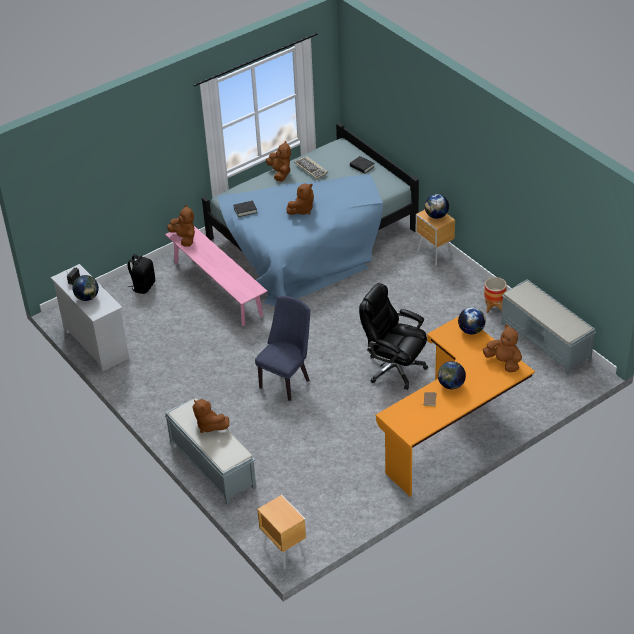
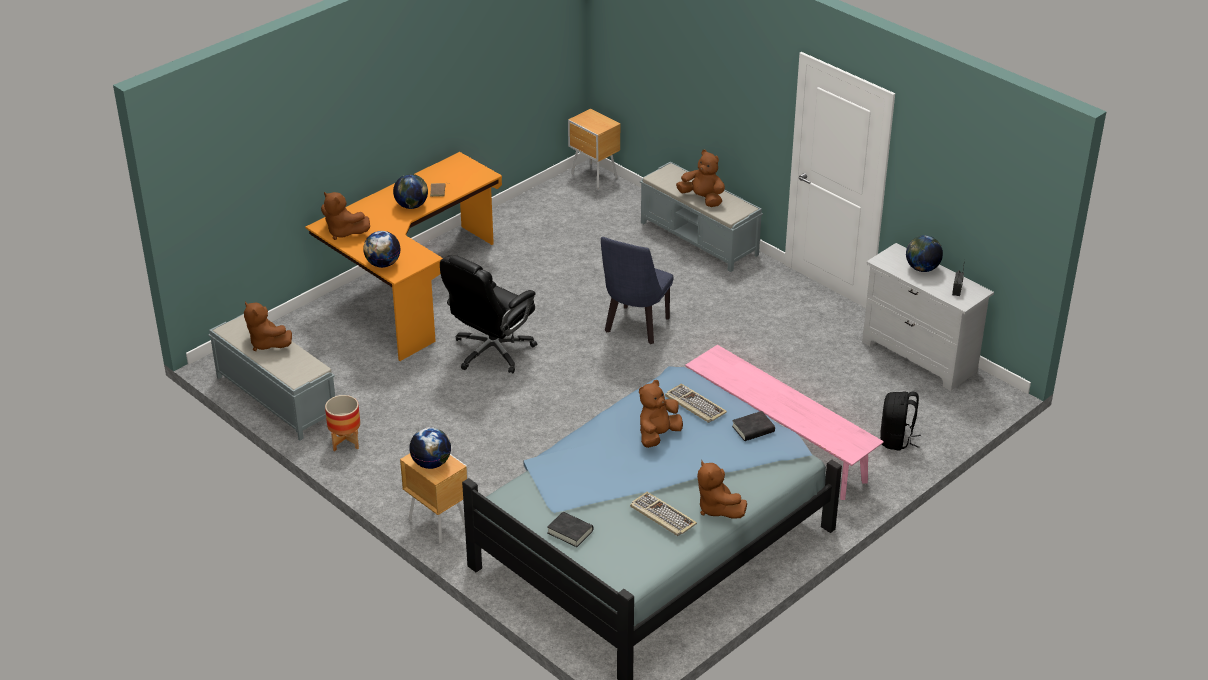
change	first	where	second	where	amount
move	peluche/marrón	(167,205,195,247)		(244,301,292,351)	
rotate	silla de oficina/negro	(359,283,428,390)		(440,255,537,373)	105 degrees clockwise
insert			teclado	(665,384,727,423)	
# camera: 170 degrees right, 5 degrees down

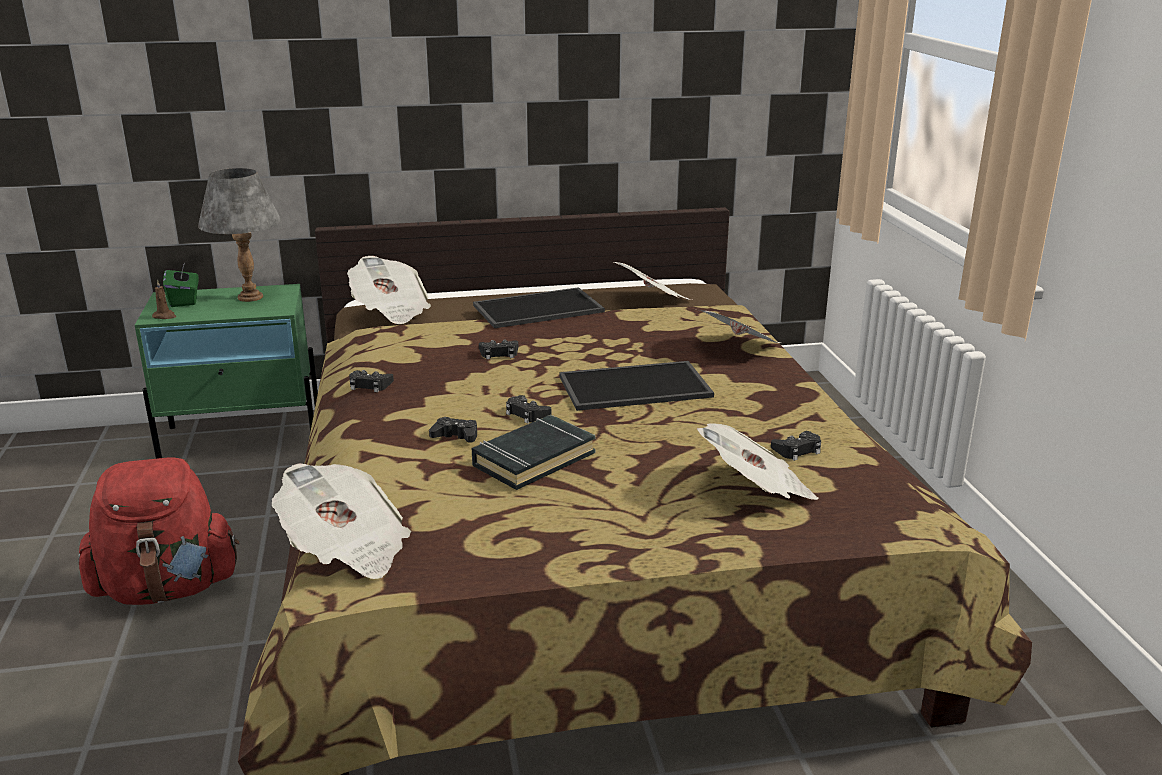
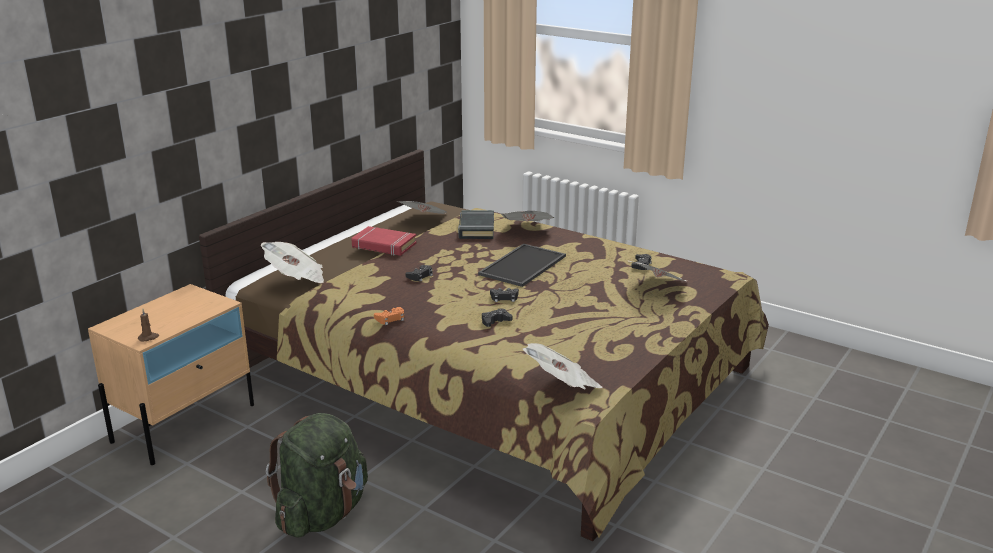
change	first	where	second	where	amount
recolor	mesita de noche/verde	(135,284,318,459)	mesita de noche/beis	(88,284,254,465)	
recolor	mochila/rojo	(78,458,240,605)	mochila/verde	(266,413,368,538)	
replace	bandeja	(473,287,605,328)	libro/rojo	(351,226,417,256)	
recolor	mando de consola/negro	(349,370,394,392)	mando de consola/naranja	(374,307,404,325)	
move	libro/negro	(472,415,596,490)		(458,210,494,239)	
delete	caja de pañuelos/verde	(163,262,198,307)			
delete	lámpara de mesa/gris	(198,168,281,302)			
# camera: 45 degrees left, 0 degrees up

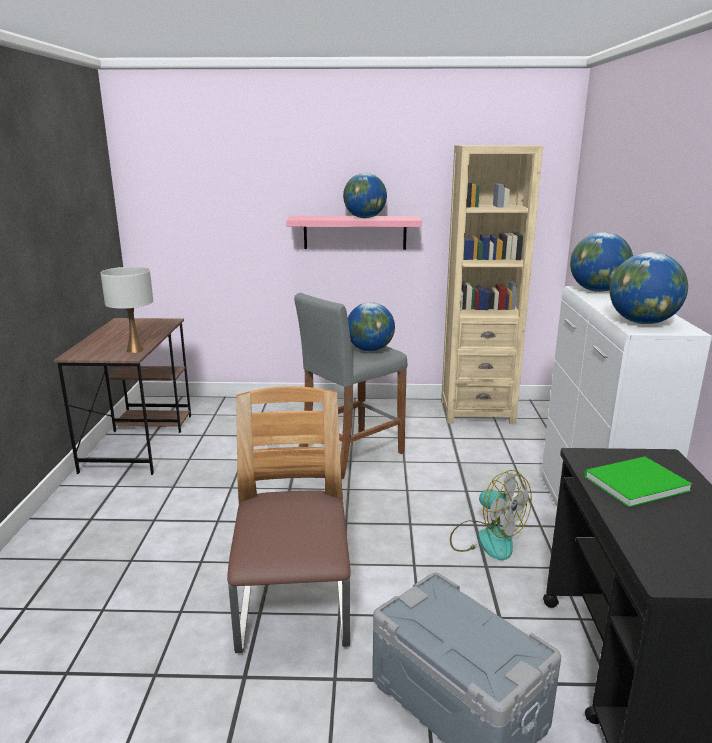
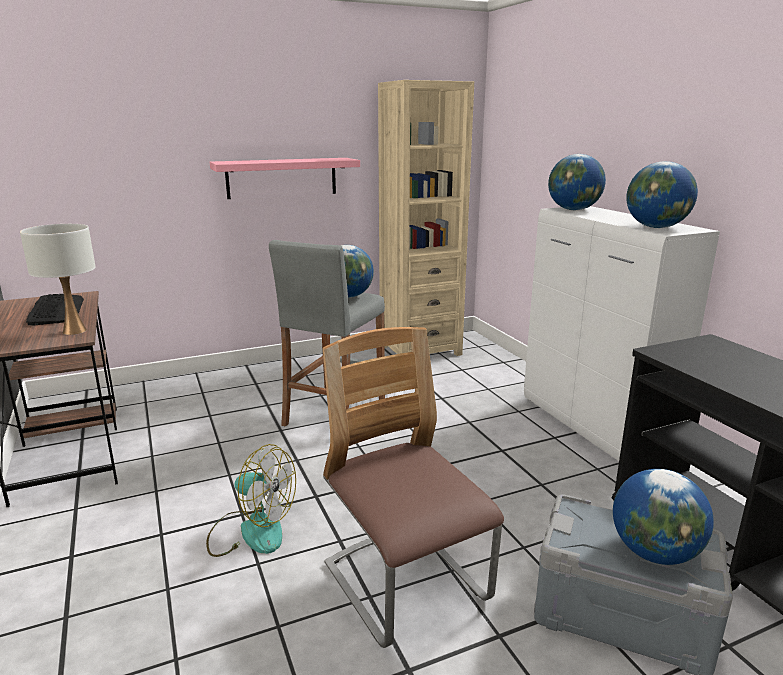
change	first	where	second	where	amount
insert			teclado	(26,294,84,326)	
move	ventilador	(450,470,532,560)		(206,444,296,557)	
move	globo terráqueo	(343,173,387,218)		(613,469,714,565)	
delete	libro/verde	(584,457,692,507)			
# camera: 25 degrees left, 0 degrees up

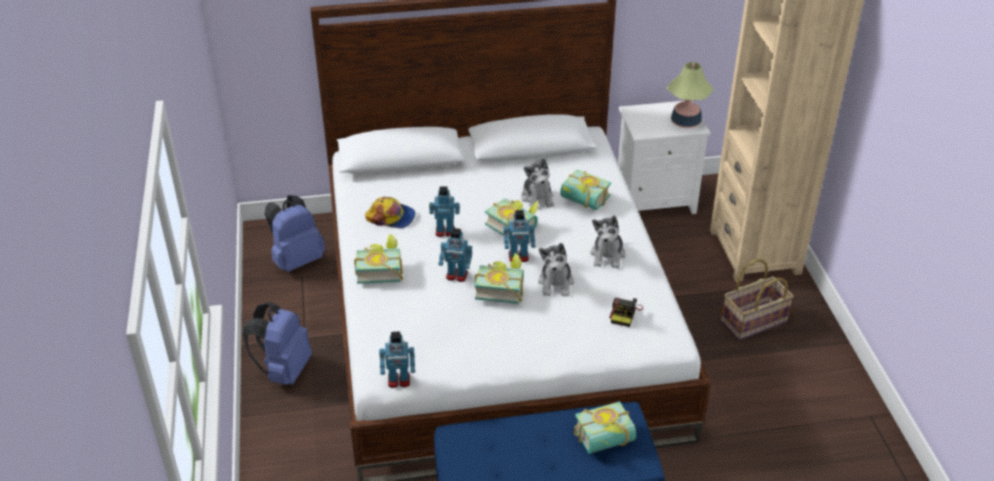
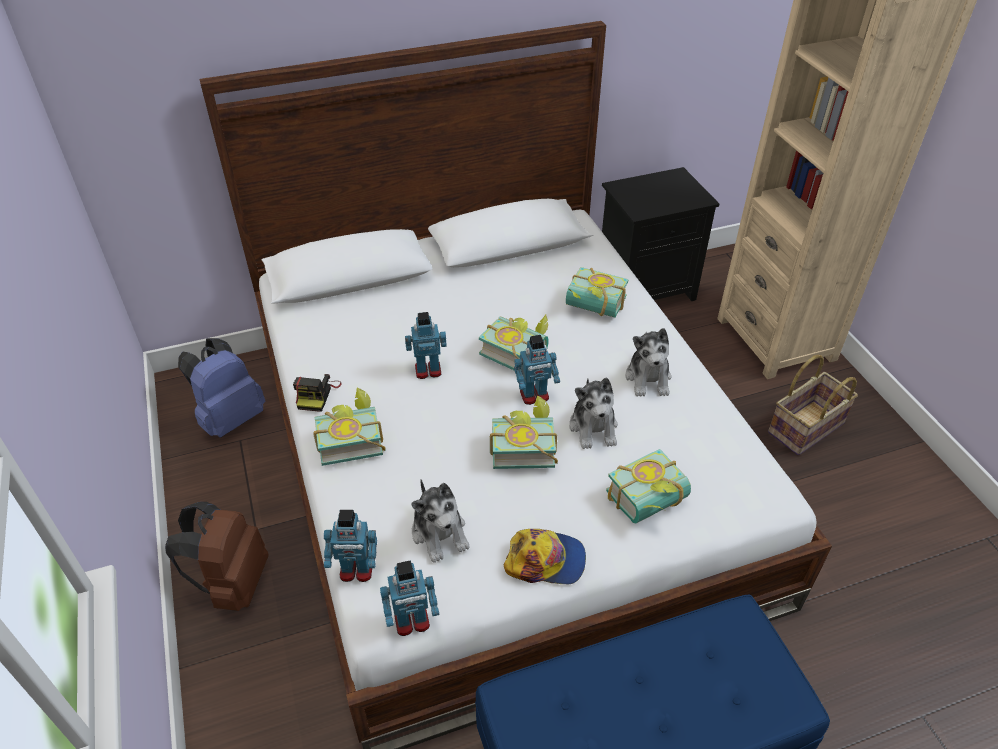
change	first	where	second	where	amount
recolor	mochila/azul	(242,302,312,385)	mochila/marrón	(165,502,268,611)	
move	cámara	(609,298,643,327)		(293,374,342,412)	
move	robot de juguete	(439,228,472,282)		(324,510,377,582)	
move	peluche	(521,158,554,210)		(411,479,470,563)	
move	gorra	(365,197,415,229)		(504,529,586,585)	
recolor	mesita de noche/blanco	(618,101,710,214)	mesita de noche/negro	(602,167,720,301)	
move	libro	(574,401,636,454)		(606,449,691,523)	
delete	lámpara de mesa	(667,62,714,128)			
# camera: 10 degrees left, 5 degrees up

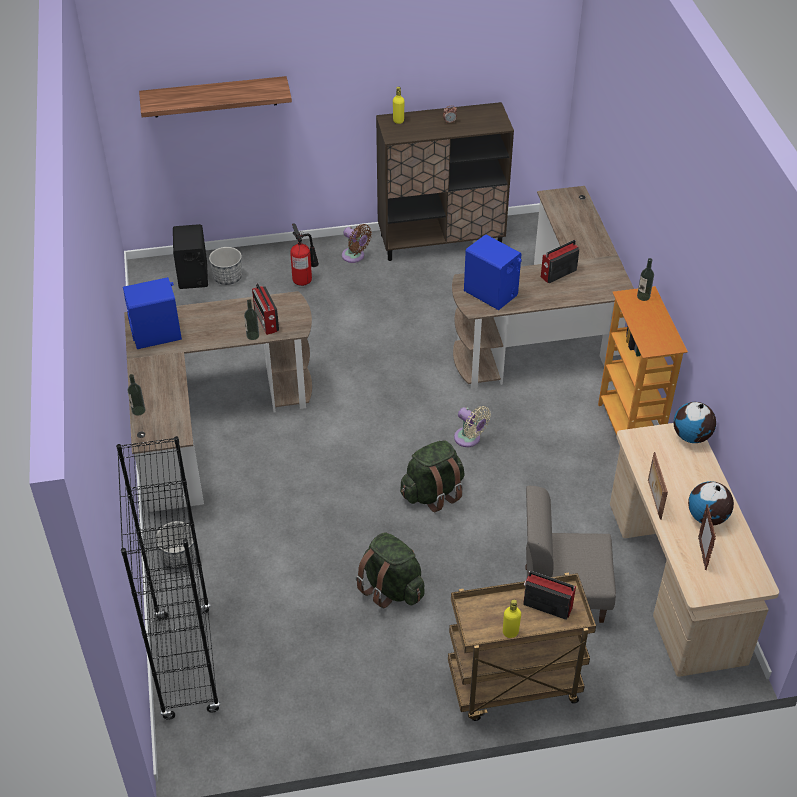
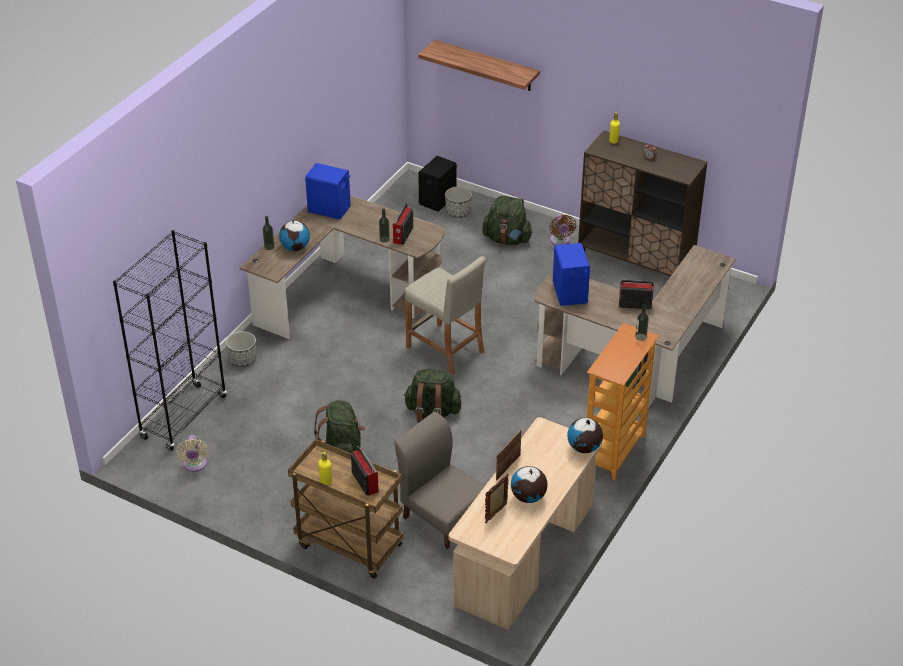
change	first	where	second	where	amount
move	ventilador/beis	(454,406,491,447)		(176,435,209,472)	
insert			globo terráqueo	(279,220,310,251)	
insert			taburete/beis	(405,256,486,375)	
replace	extintor	(290,223,319,286)	mochila/verde	(482,196,533,245)	
# camera: 40 degrees right, 5 degrees down

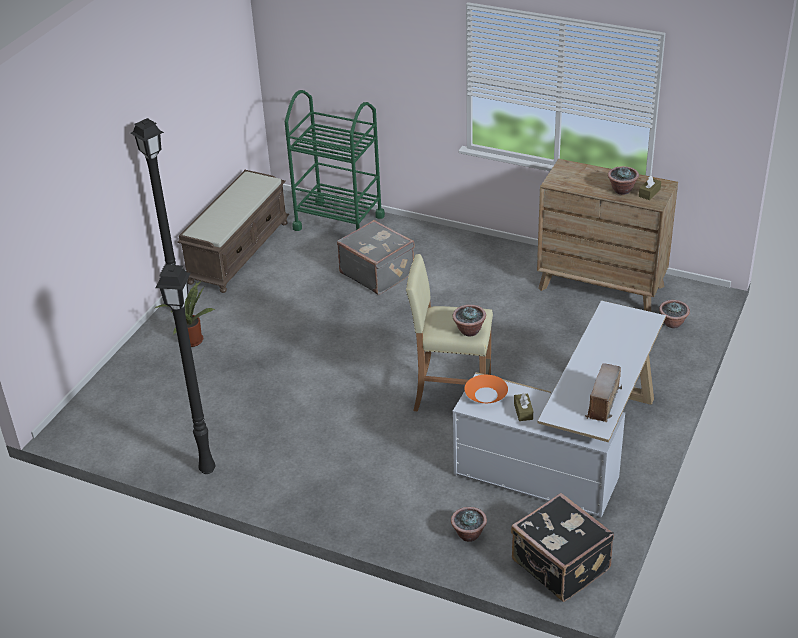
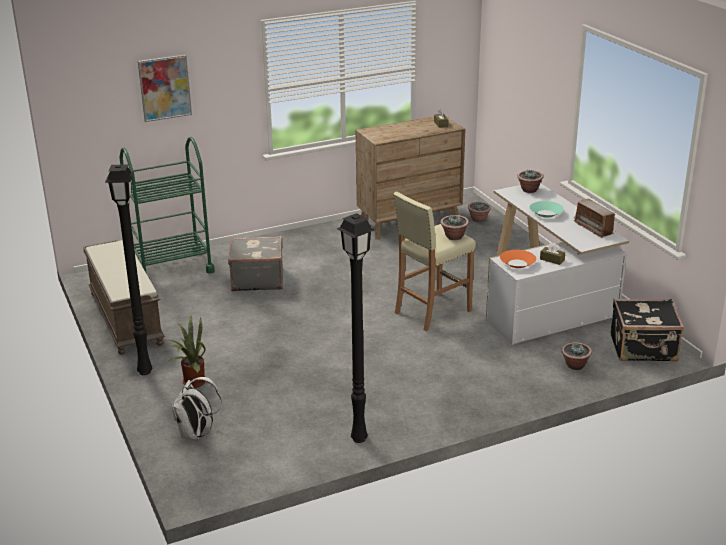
change	first	where	second	where	amount
insert			cuadro	(138,55,192,122)	
insert			mochila/blanco	(172,377,222,440)	
move	planta en maceta	(608,166,639,195)		(517,169,544,193)	
insert			cuenco/turquesa	(530,201,564,218)	
# camera: 50 degrees left, 10 degrees down

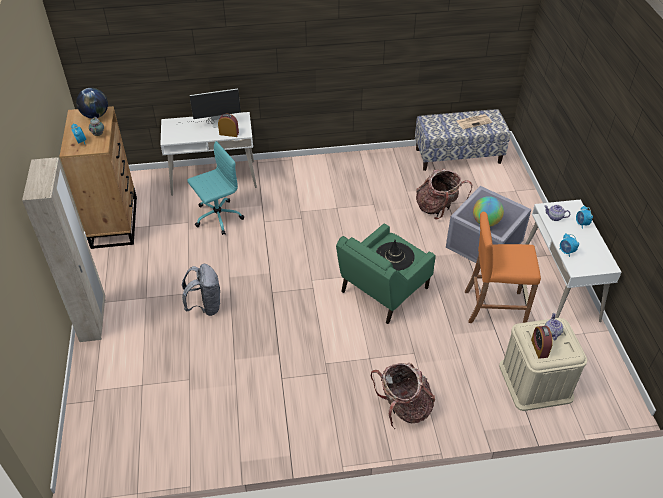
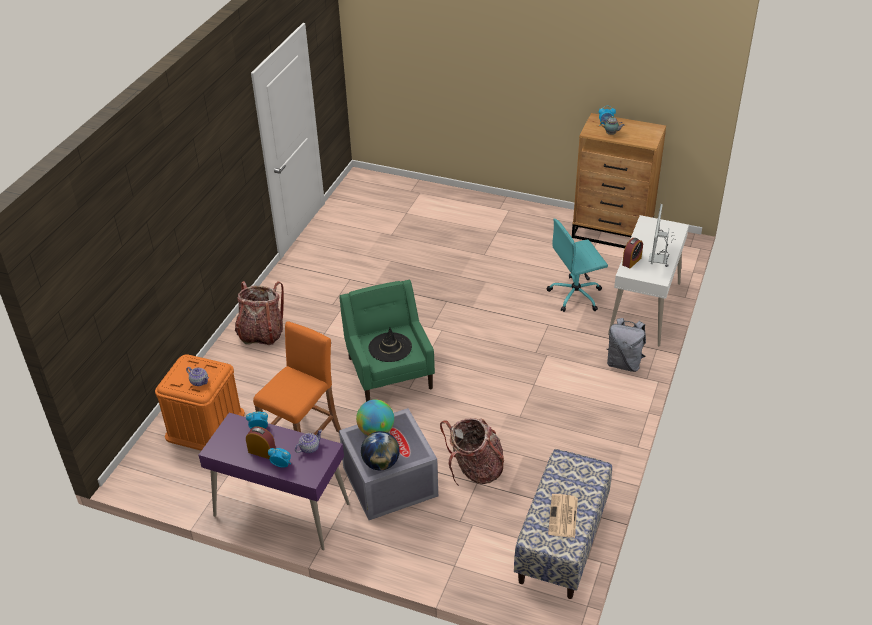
change	first	where	second	where	amount
recolor	caja de almacenaje/beis	(499,318,587,411)	caja de almacenaje/naranja	(155,354,245,451)	
recolor	escritorio/blanco	(526,199,622,322)	escritorio/morado	(199,413,350,550)	
move	despertador	(531,326,553,359)		(246,426,276,459)	
move	globo terráqueo	(76,88,108,119)		(361,431,400,470)	
rotate	silla de oficina/turquesa	(187,141,244,235)		(547,219,608,312)	75 degrees clockwise
move	mochila/gris	(182,264,221,316)		(607,318,646,372)	
delete	armario ropero/beis	(22,157,105,342)			
# camera: 120 degrees right, 5 degrees down

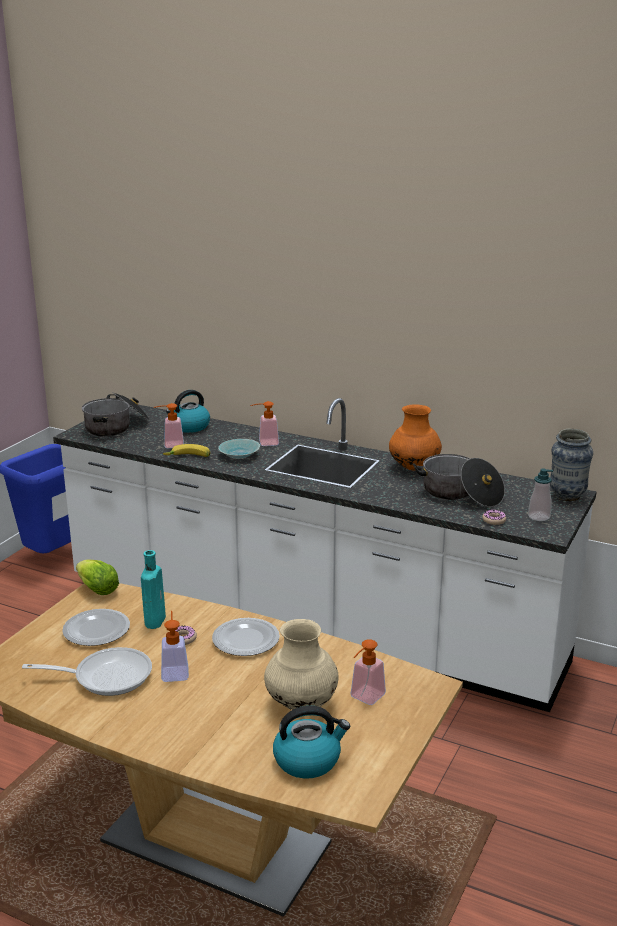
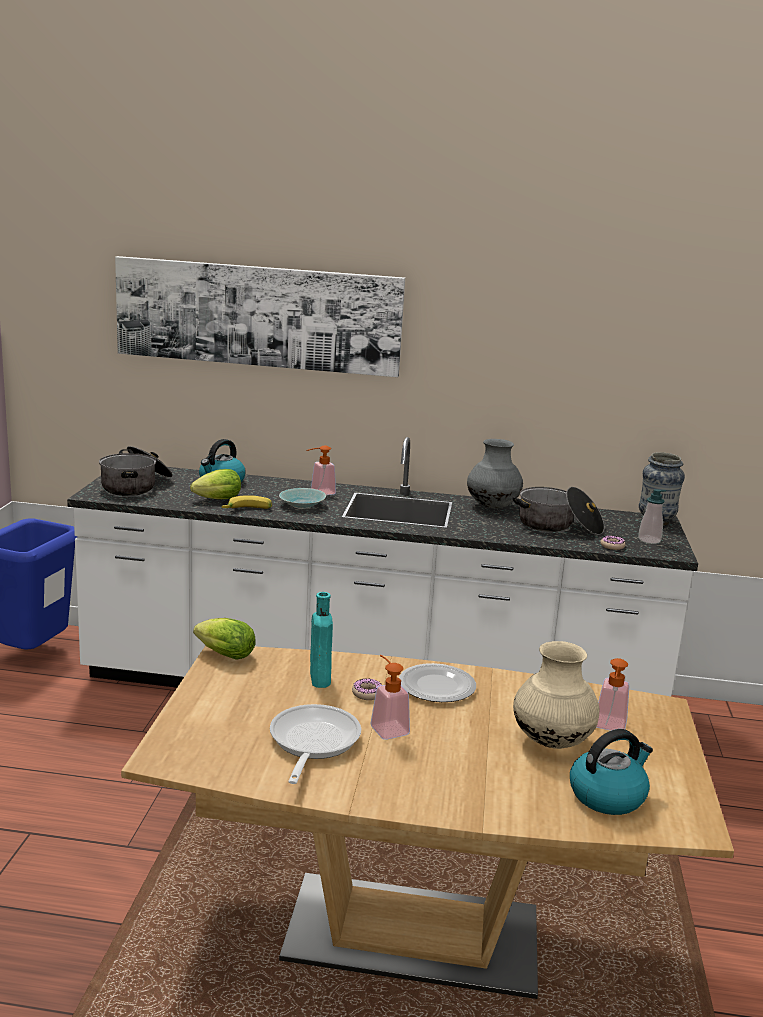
change	first	where	second	where	amount
insert			cuadro	(115,256,405,377)	
replace	dispensador de jabón	(154,403,184,448)	lechuga	(190,469,241,499)	
rotate	sartén	(22,647,152,696)		(270,704,361,784)	60 degrees counterclockwise
recolor	florero/naranja	(389,404,442,471)	florero/gris	(467,439,523,508)	
delete	plato	(62,609,130,646)			
# camera: 20 degrees left, 5 degrees down

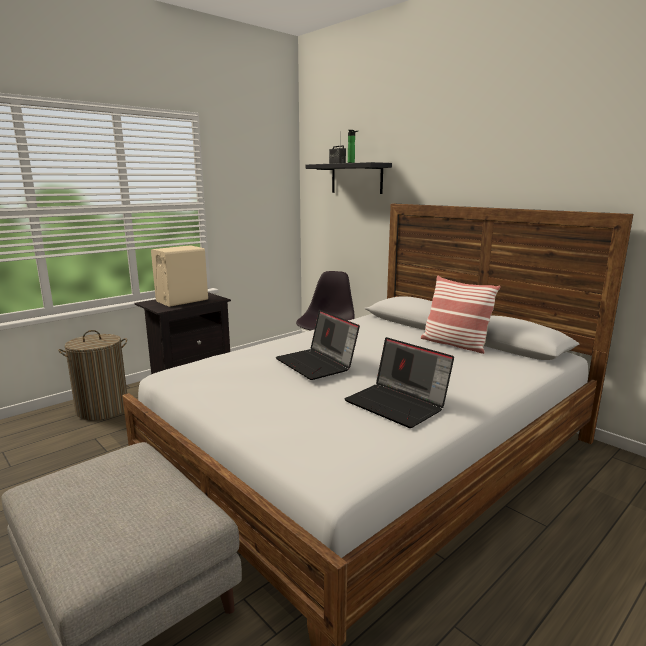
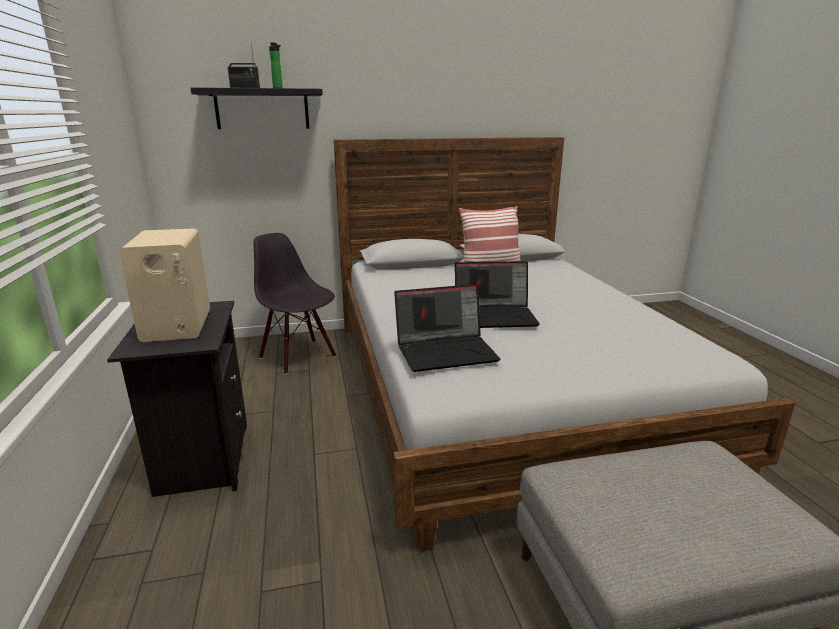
change	first	where	second	where	amount
move	portátil	(345,337,454,428)		(394,284,500,372)	
delete	cesto de la ropa	(58,330,127,420)			
# camera: 60 degrees left, 5 degrees up

